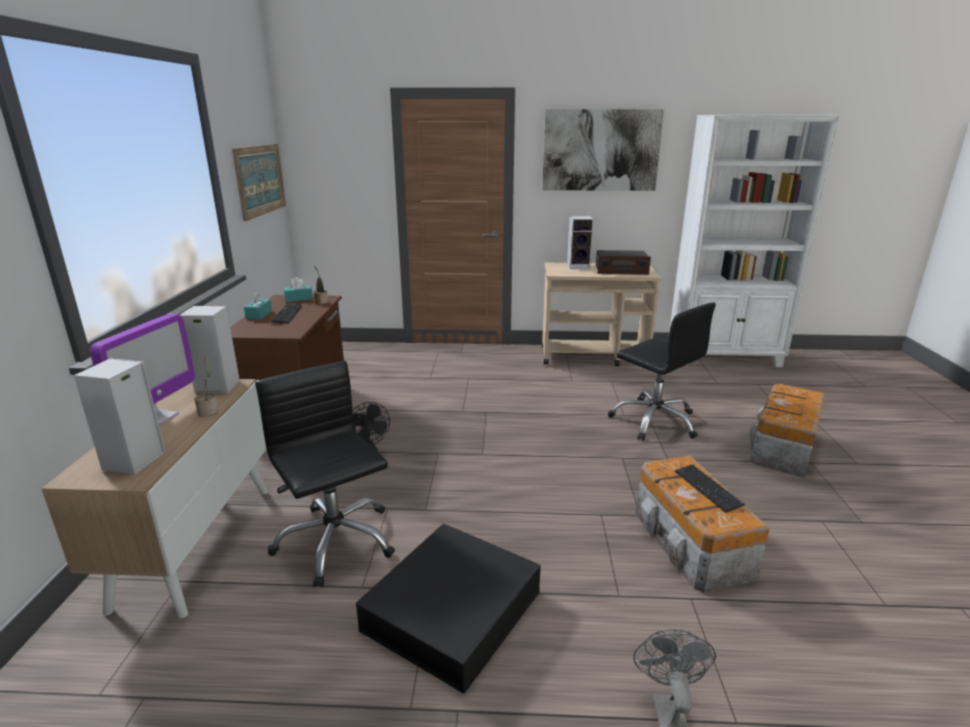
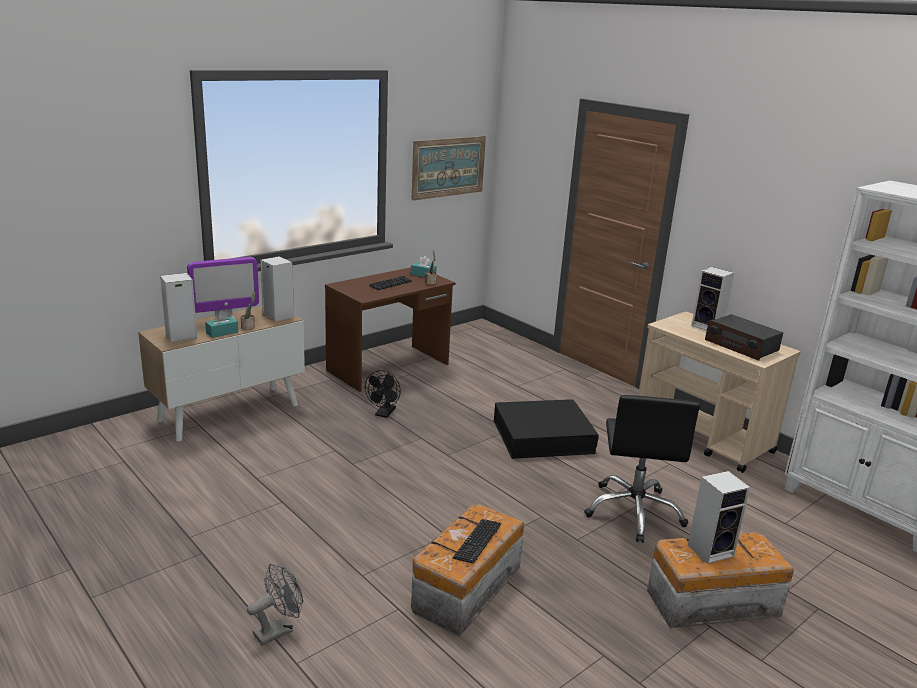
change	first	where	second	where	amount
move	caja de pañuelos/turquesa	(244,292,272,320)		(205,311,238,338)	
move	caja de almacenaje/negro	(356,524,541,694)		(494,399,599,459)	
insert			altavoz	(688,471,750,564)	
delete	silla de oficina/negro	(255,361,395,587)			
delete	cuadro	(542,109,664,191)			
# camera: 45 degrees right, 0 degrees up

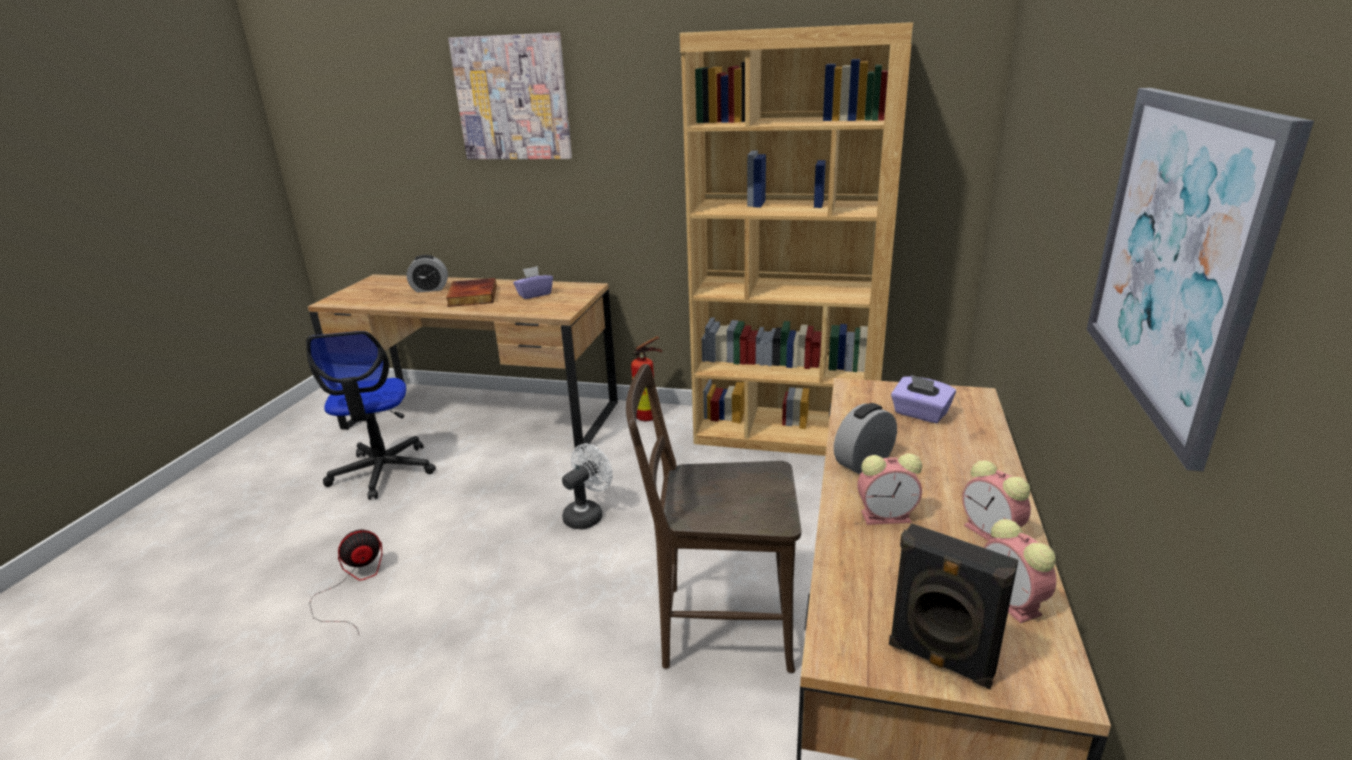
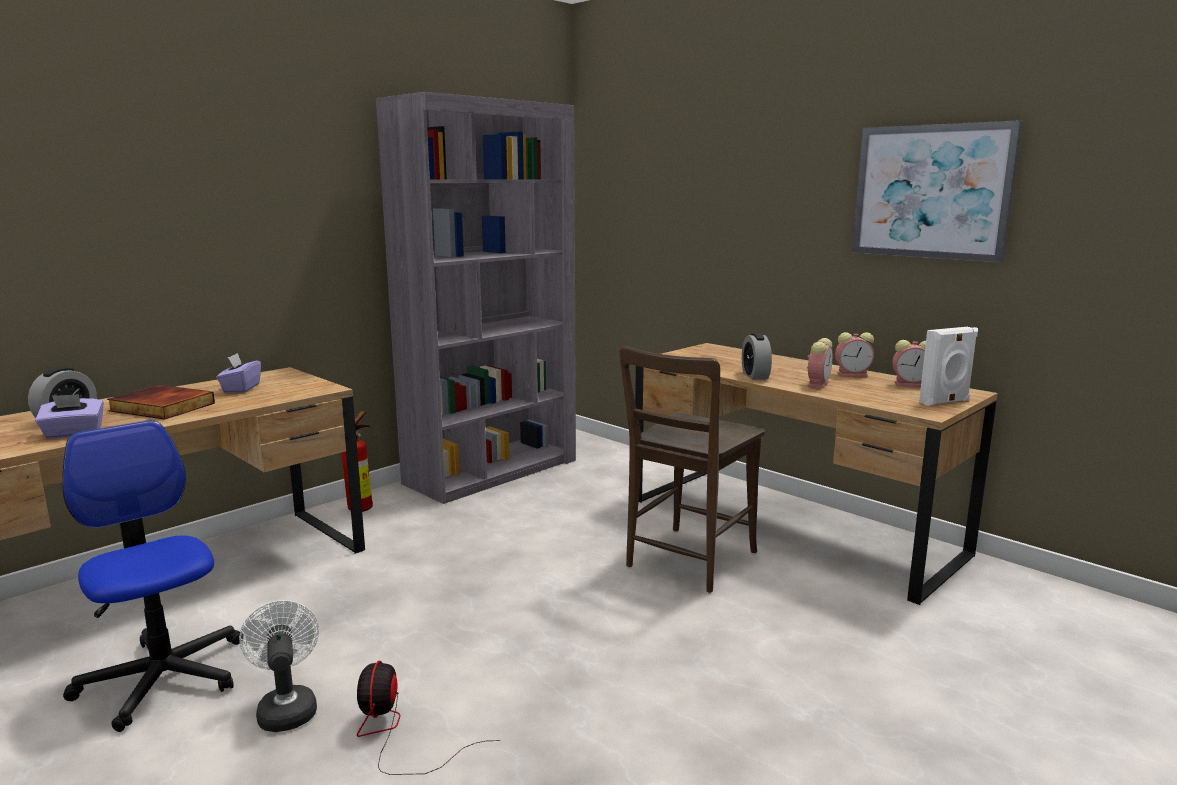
change	first	where	second	where	amount
move	caja de pañuelos/morado	(891,375,956,423)		(35,394,104,439)	
rotate	silla de oficina	(306,331,436,500)		(62,420,243,732)	150 degrees counterclockwise
move	ventilador/blanco	(562,444,613,529)		(239,600,319,732)	
recolor	estantería/marrón	(680,22,913,456)	estantería/gris	(376,92,576,504)	
recolor	altavoz/negro	(889,523,1018,689)	altavoz/blanco	(919,327,978,406)	
delete	cuadro	(448,33,572,159)			
# camera: 60 degrees left, 10 degrees down

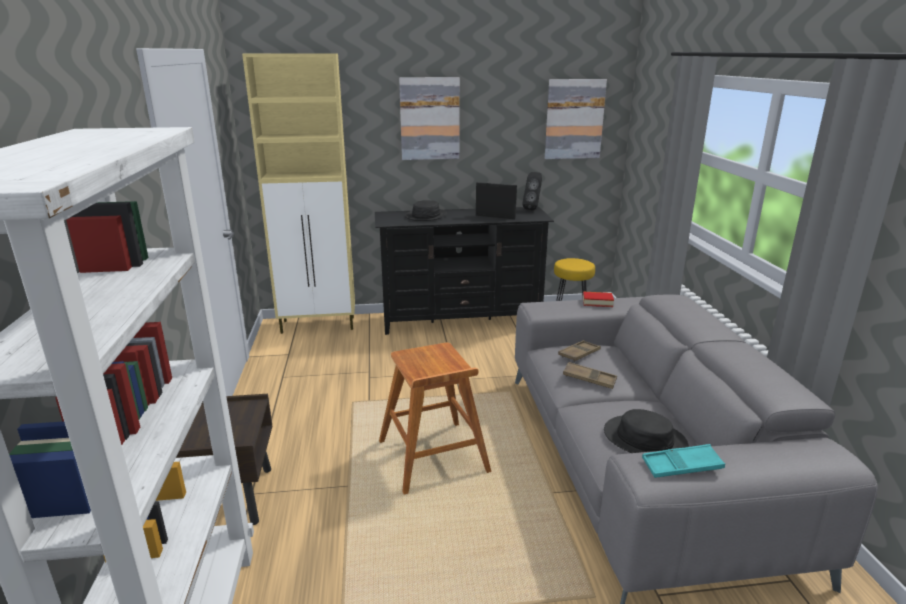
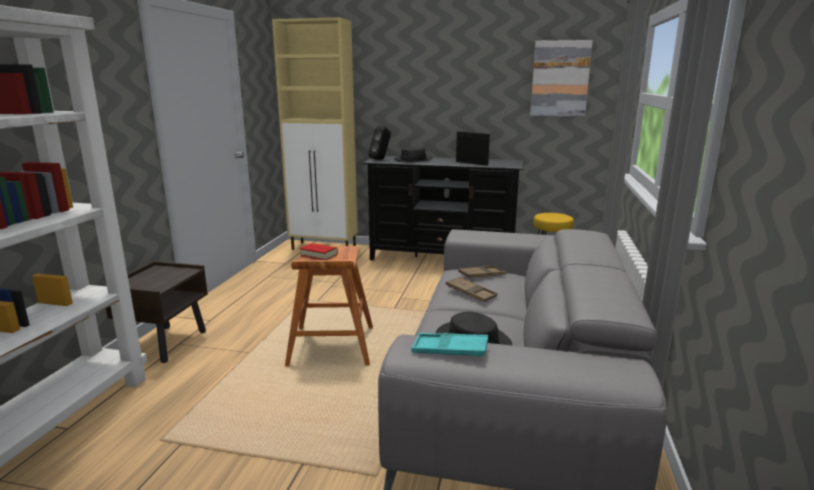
change	first	where	second	where	amount
move	libro	(583,292,614,307)		(300,243,338,260)	
move	altavoz/negro	(522,172,542,210)		(368,125,391,160)	
delete	cuadro	(399,77,460,160)			
# camera: 20 degrees right, 5 degrees down

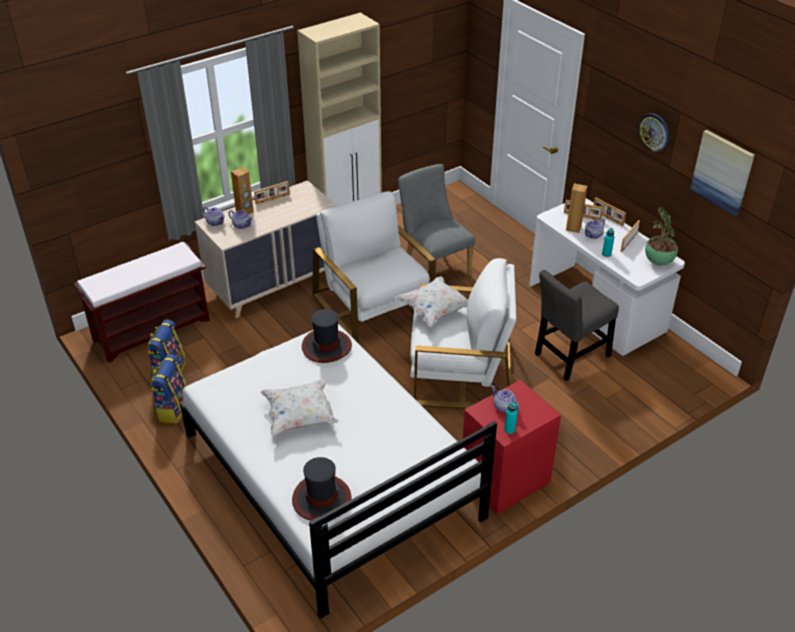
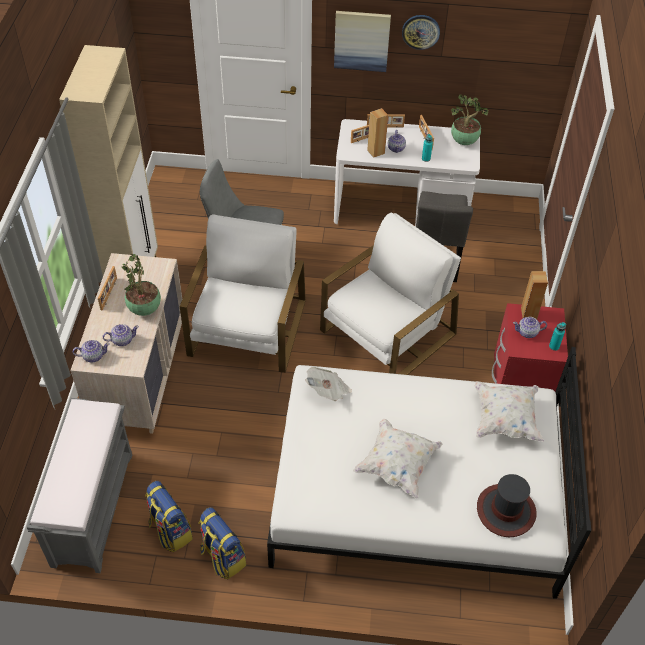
change	first	where	second	where	amount
recolor	banco/marrón	(74,242,210,363)	banco/gris	(27,398,132,573)	
insert			planta en maceta	(122,254,161,316)	
rotate	sillón/blanco	(313,191,436,343)		(180,214,306,373)	90 degrees clockwise
replace	sombrero	(302,309,352,363)	periódico	(305,367,352,401)	
move	cuadro	(690,130,755,216)		(334,11,391,72)	
move	cojín/blanco	(395,276,468,327)		(475,381,544,442)	
move	altavoz/marrón	(231,167,254,214)		(521,271,548,319)	
# camera: 50 degrees left, 10 degrees up

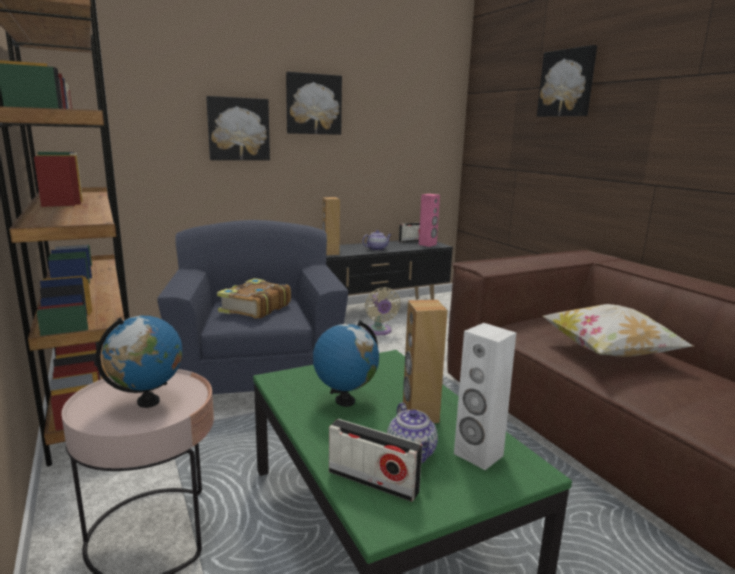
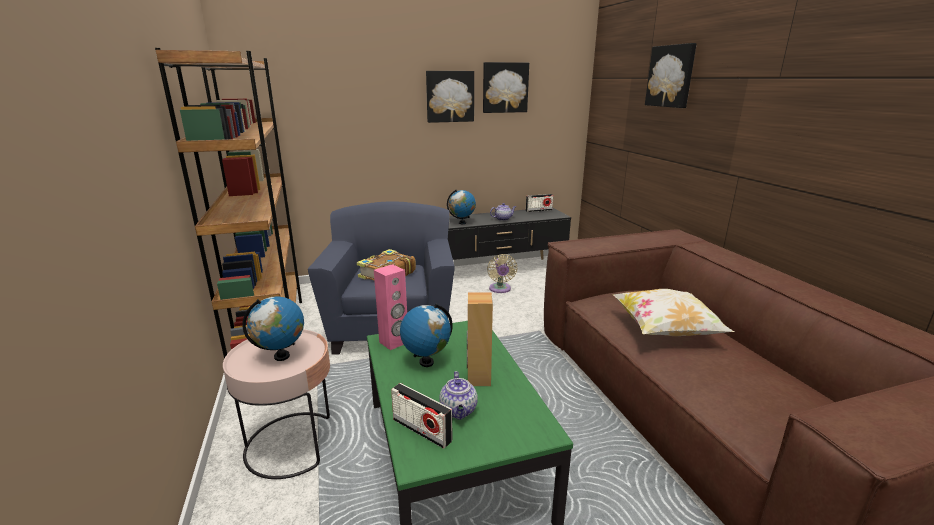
change	first	where	second	where	amount
move	altavoz/rosa	(419,194,440,247)		(374,264,407,350)	
replace	altavoz/marrón	(322,197,340,255)	globo terráqueo	(447,190,476,224)	
move	cuadro	(206,96,270,160)		(483,62,529,113)	
delete	altavoz/blanco	(454,323,516,470)			
# camera: 10 degrees right, 5 degrees up

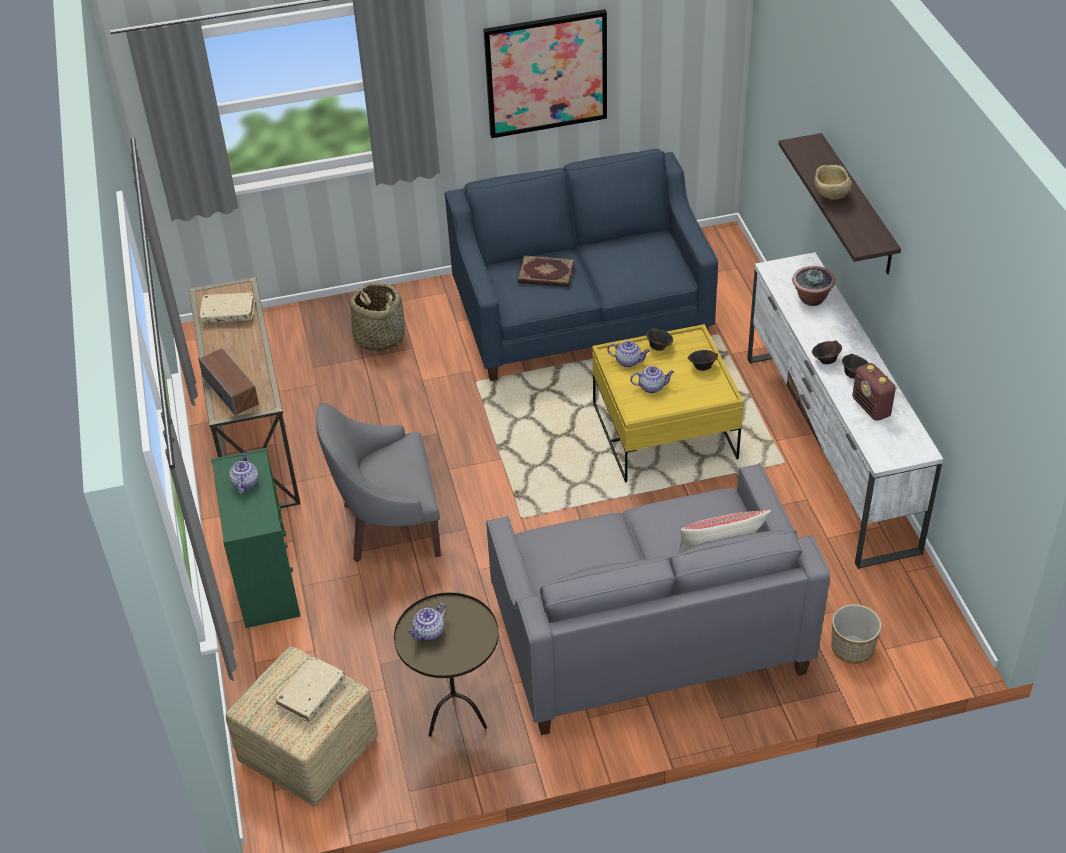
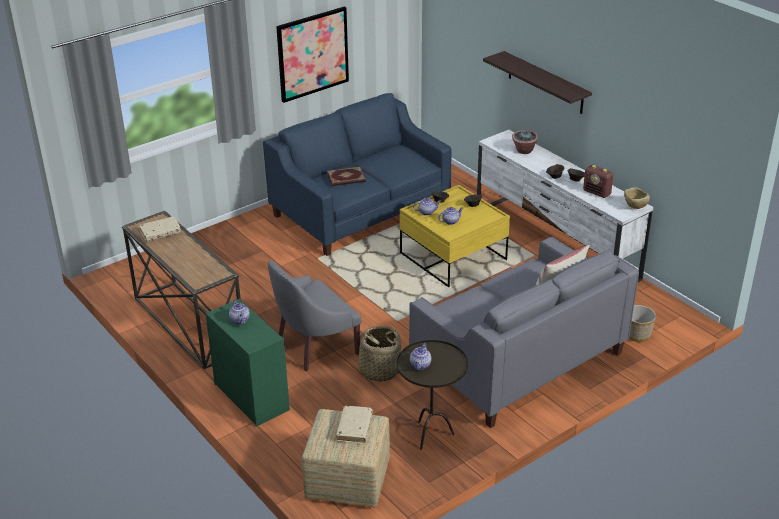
change	first	where	second	where	amount
move	cesta	(351,282,405,351)		(351,326,402,382)	
move	cuenco/beis	(814,165,852,200)		(624,187,650,209)	
delete	altavoz	(198,348,259,416)			
# camera: 25 degrees left, 10 degrees down

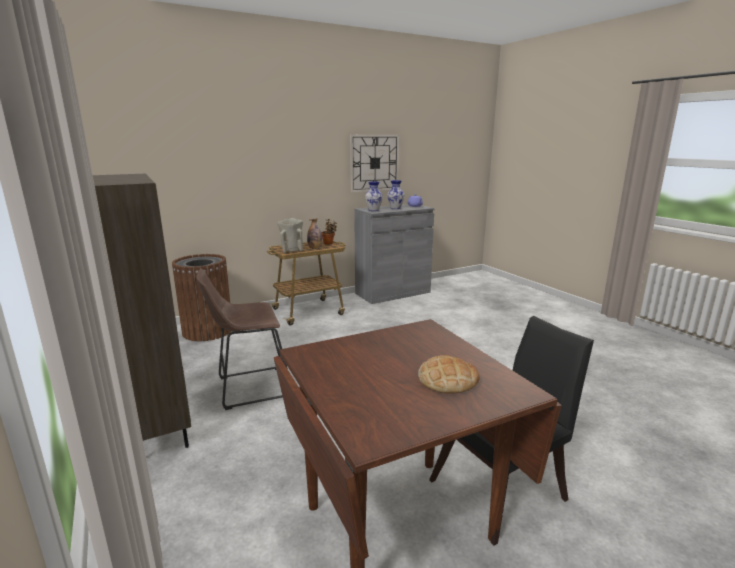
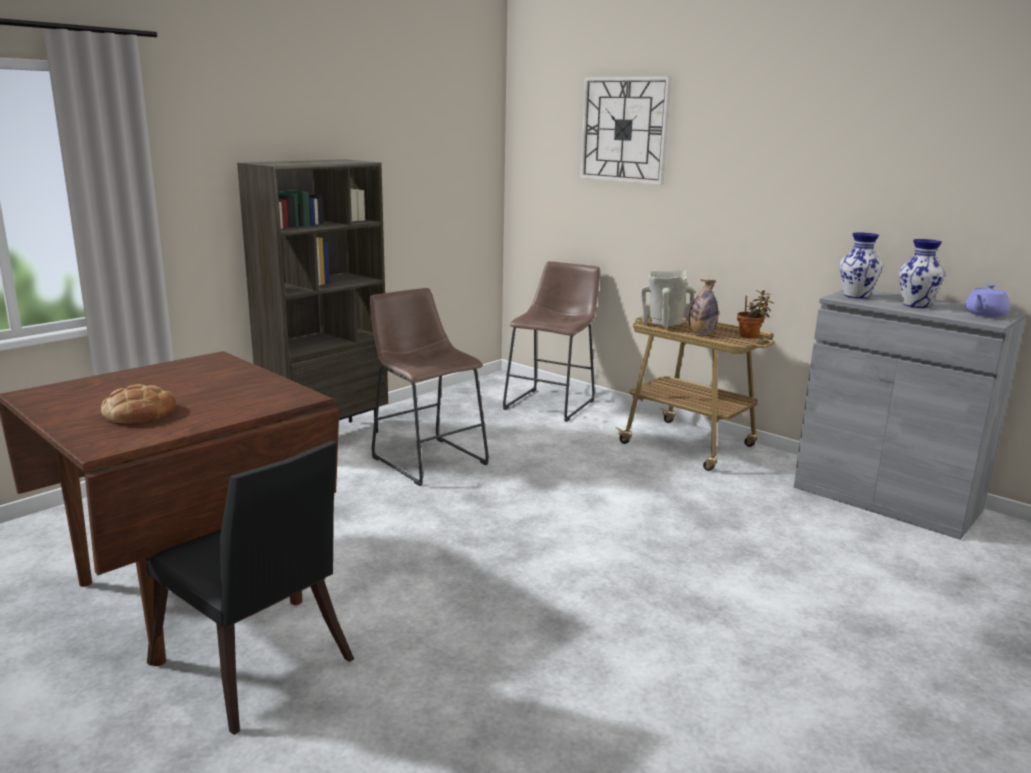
change	first	where	second	where	amount
replace	papelera/marrón	(172,254,231,341)	taburete/marrón	(503,261,600,422)	
move	reloj de pared	(350,135,399,192)		(580,76,671,185)	
# camera: 70 degrees right, 0 degrees up

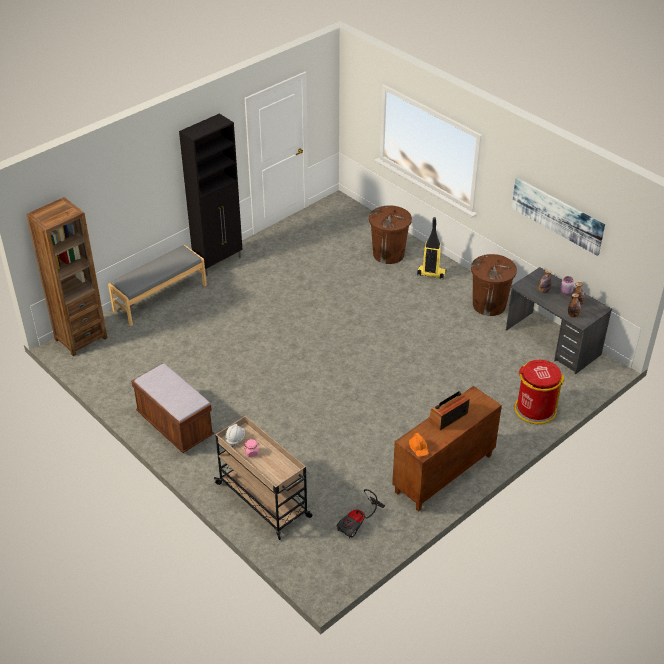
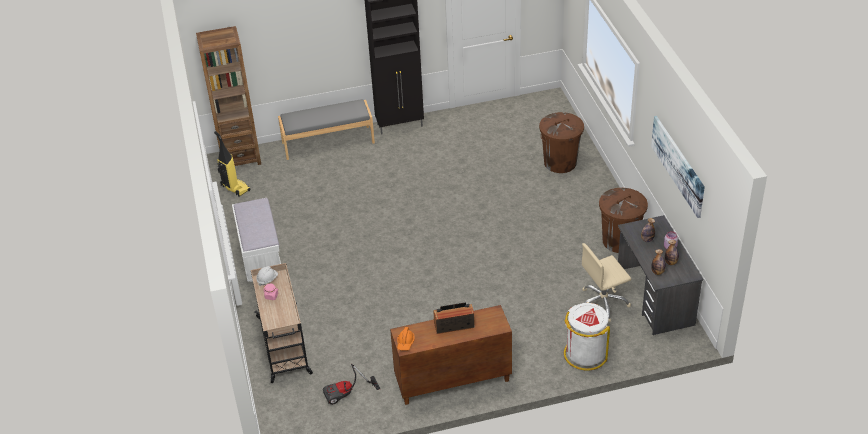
change	first	where	second	where	amount
move	aspiradora	(417,217,446,279)		(214,131,250,197)	
recolor	banco/marrón	(131,363,214,453)	banco/blanco	(232,198,281,282)	
recolor	papelera/rojo	(514,360,564,424)	papelera/blanco	(564,303,610,371)	
insert			silla de oficina/beis	(582,243,631,322)	
# camera: 30 degrees right, 0 degrees up

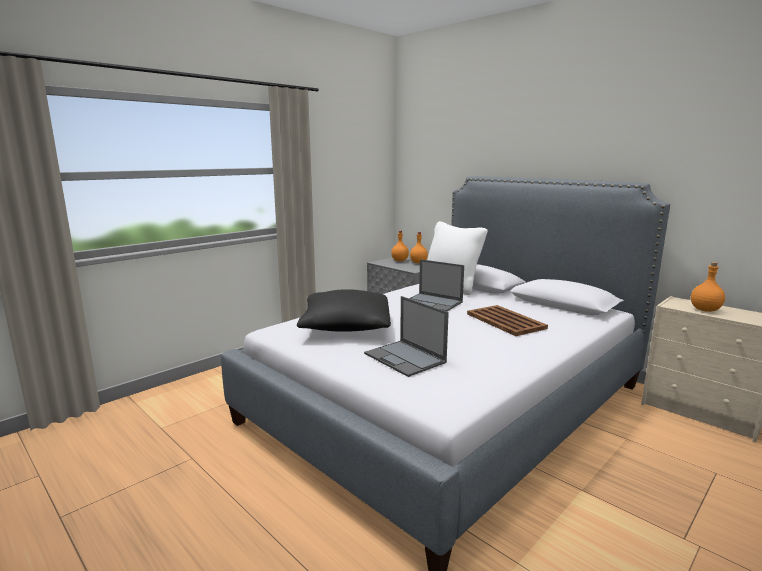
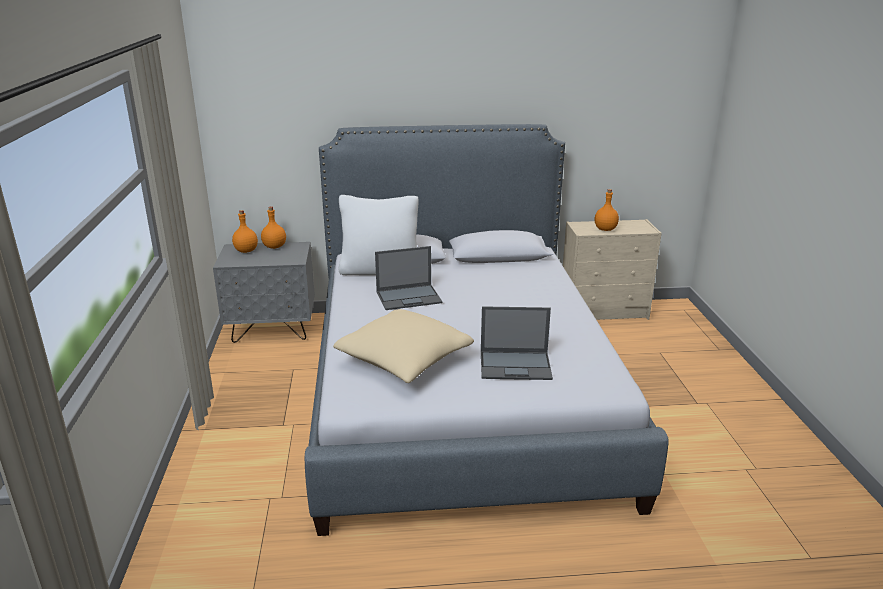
change	first	where	second	where	amount
recolor	cojín/negro	(297,289,391,332)	cojín/beis	(333,309,474,383)	
delete	bandeja/marrón	(467,305,548,336)			
# camera: 50 degrees left, 10 degrees up

